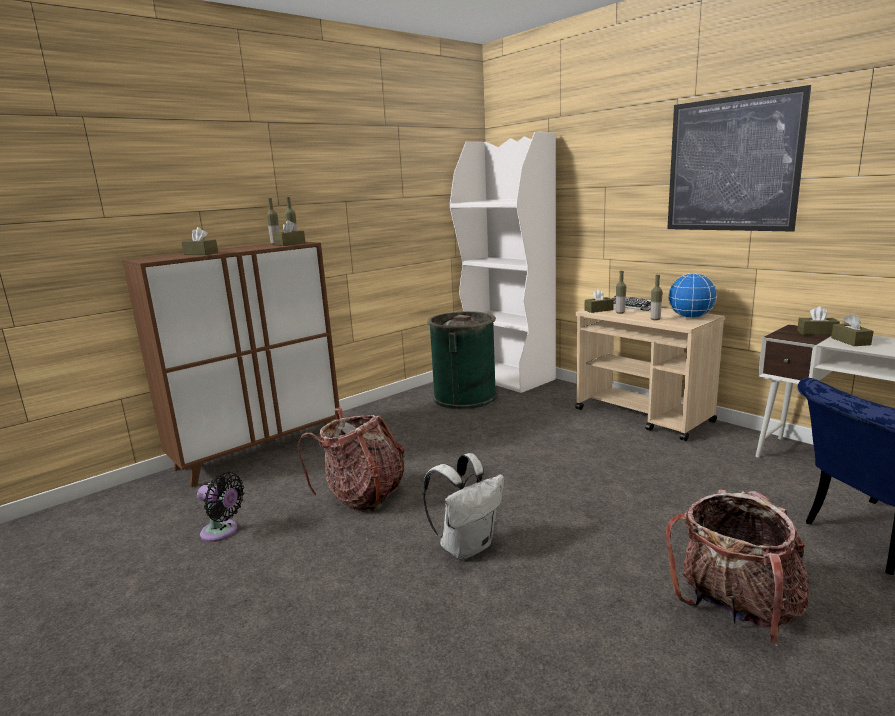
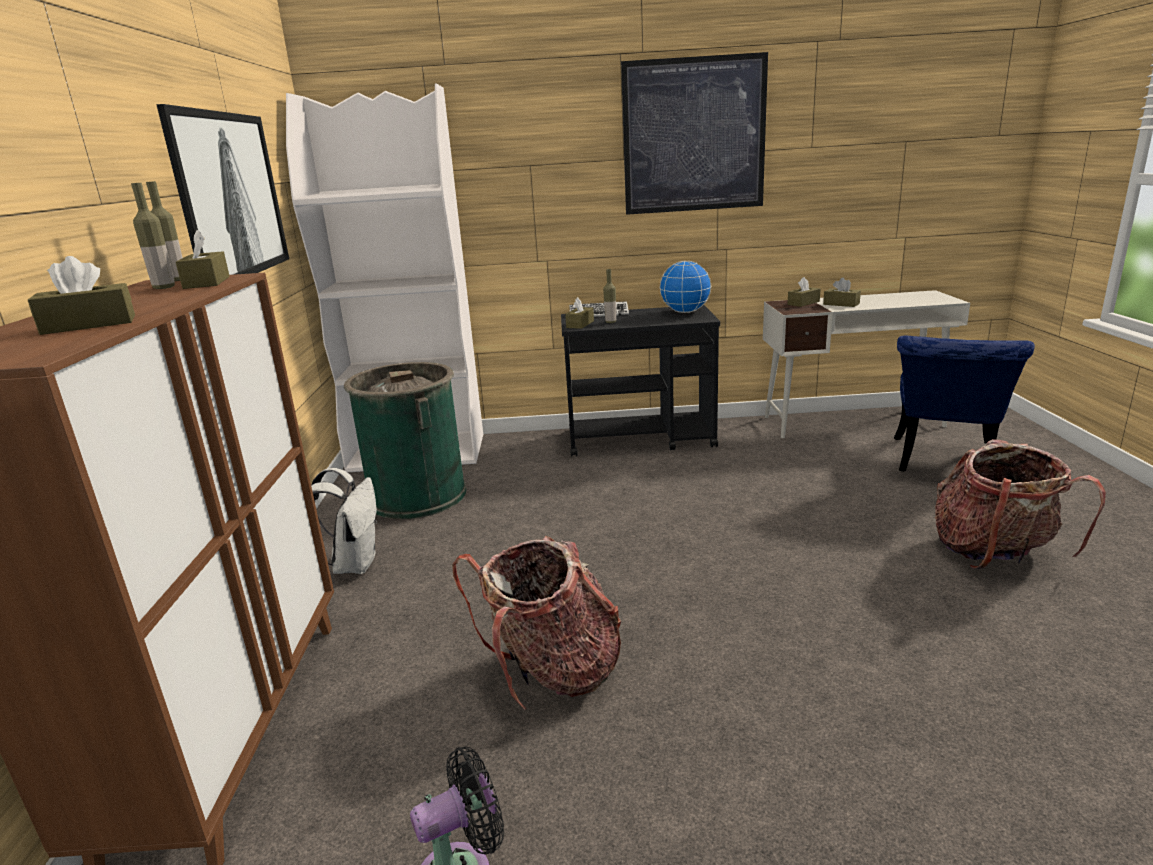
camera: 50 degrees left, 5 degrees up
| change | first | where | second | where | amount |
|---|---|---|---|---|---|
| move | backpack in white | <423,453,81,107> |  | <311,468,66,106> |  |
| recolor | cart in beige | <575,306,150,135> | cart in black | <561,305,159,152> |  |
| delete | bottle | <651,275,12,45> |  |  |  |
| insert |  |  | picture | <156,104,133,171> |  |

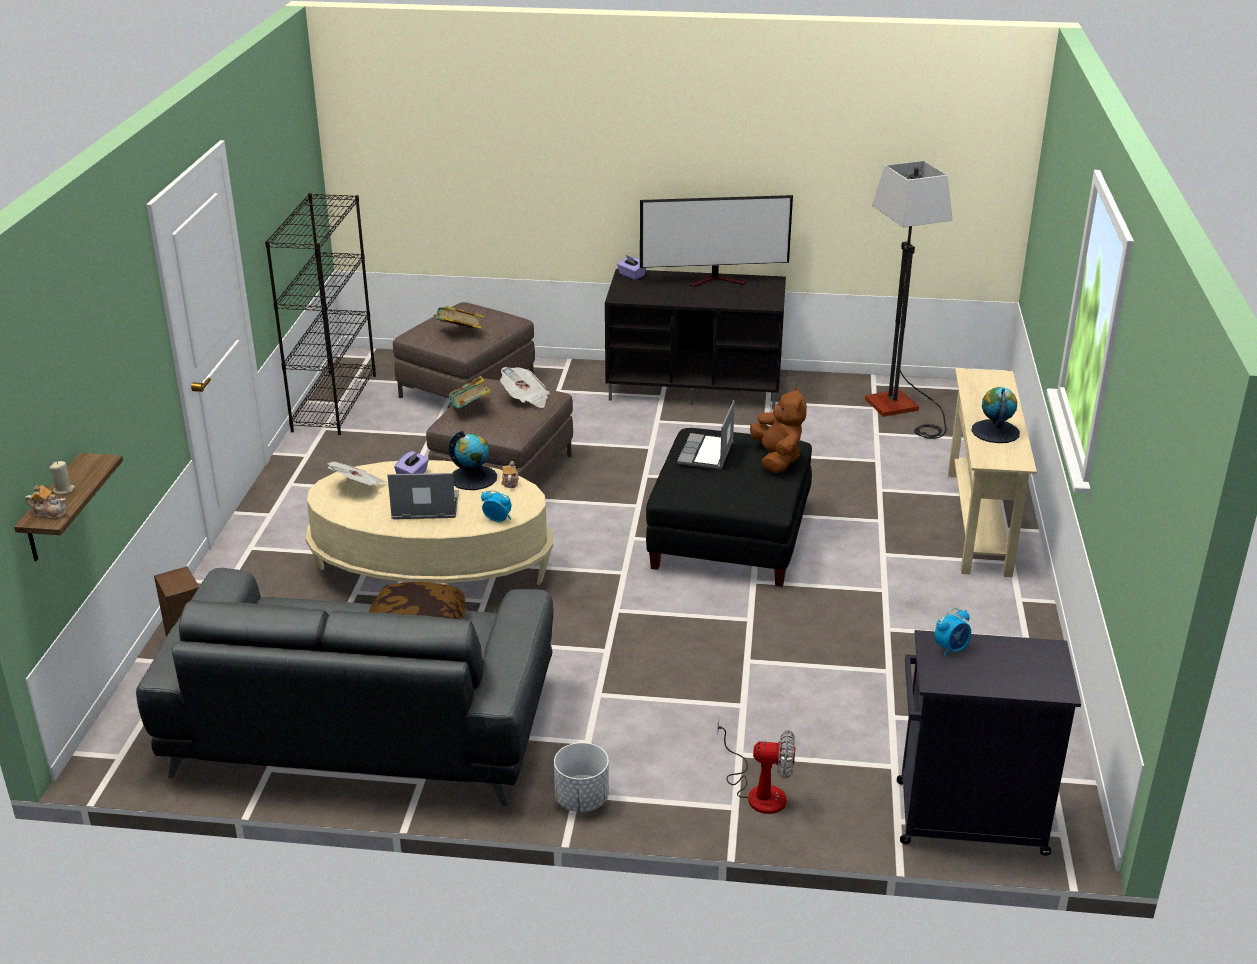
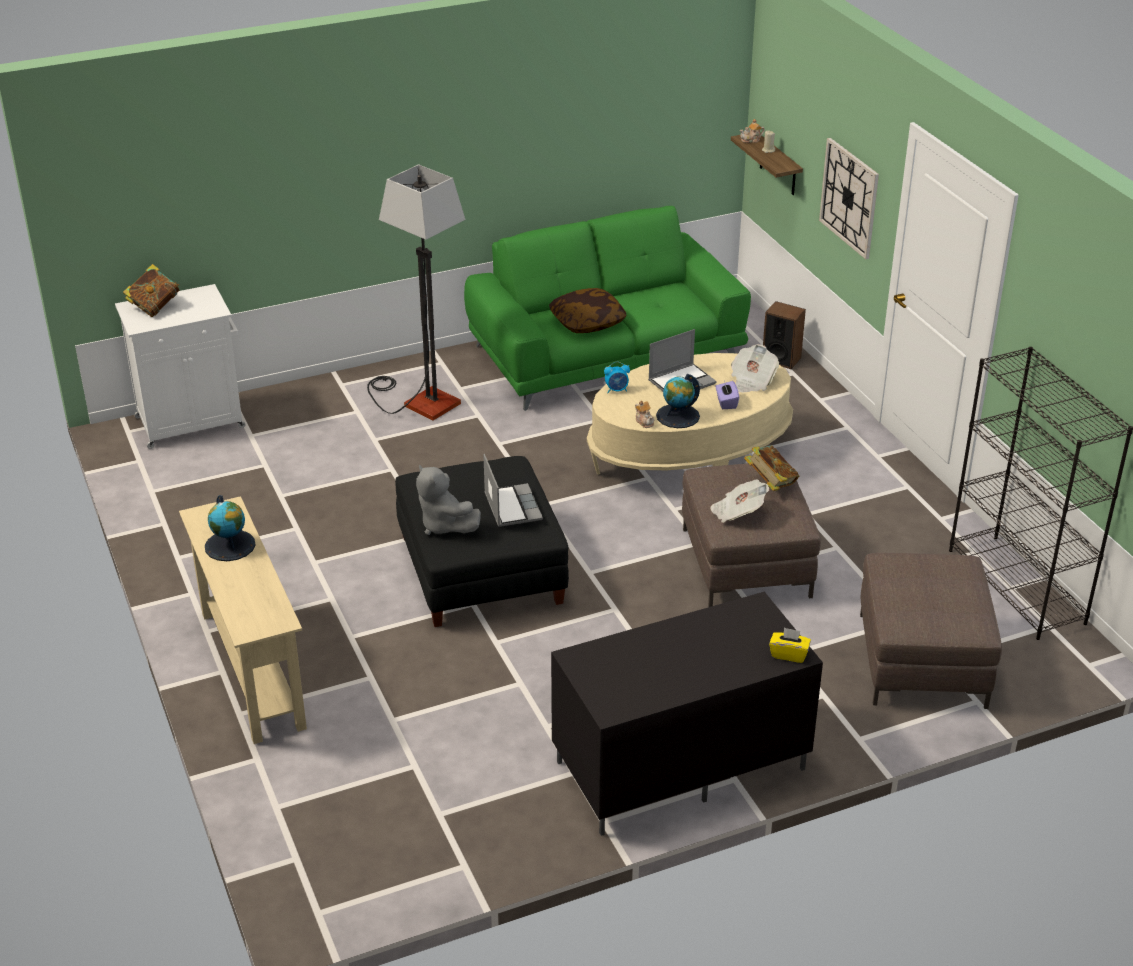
camera: 150 degrees right, 5 degrees up
| change | first | where | second | where | amount |
|---|---|---|---|---|---|
| recolor | sofa in grey | <136,568,417,238> | sofa in green | <464,206,287,205> |  |
| move | book | <433,306,51,23> |  | <123,264,57,53> |  |
| delete | planter in white | <554,743,55,69> |  |  |  |
| recolor | tissue box in purple | <617,255,29,25> | tissue box in yellow | <769,627,42,36> |  |
| delete | television | <640,195,153,92> |  |  |  |
| delete | fan | <717,719,79,95> |  |  |  |
| recolor | plush toy in brown | <750,387,57,86> | plush toy in grey | <416,464,65,71> |  |
| move | floor lamp | <865,161,88,278> |  | <367,164,98,257> |  |
| recolor | cabinet in black | <897,630,184,226> | cabinet in white | <115,284,131,165> |  |
| delete | alarm clock | <934,608,37,49> |  |  |  |
| insert |  |  | wall clock | <819,138,60,121> |  |

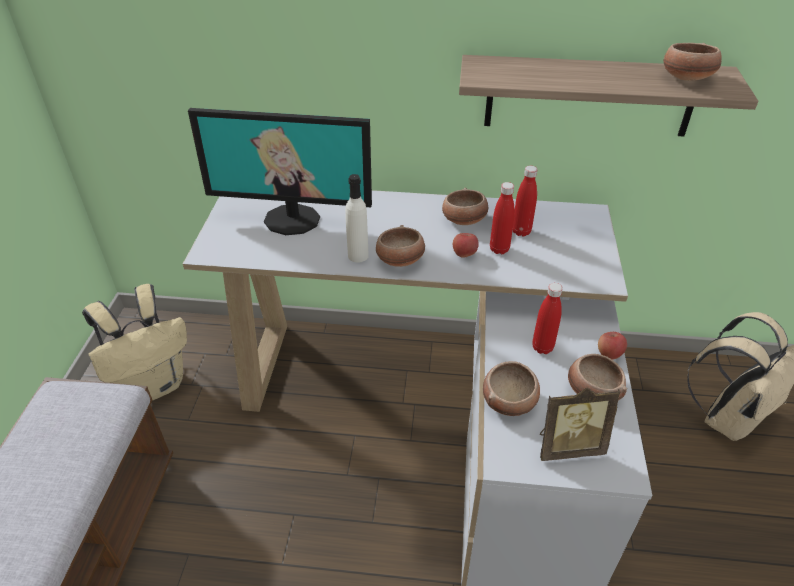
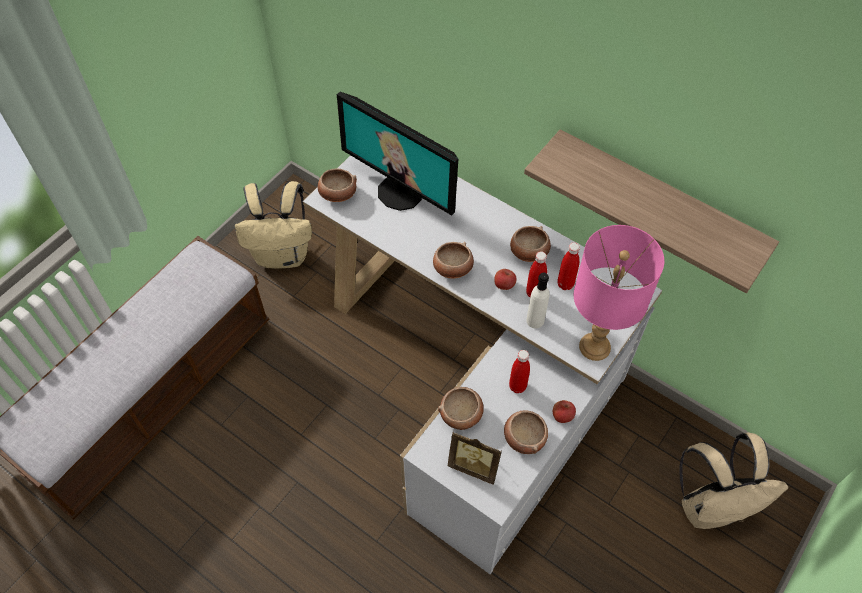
camera: 30 degrees right, 15 degrees up
| change | first | where | second | where | amount |
|---|---|---|---|---|---|
| move | bottle in white | <345,174,24,89> |  | <526,272,24,56> |  |
| move | bowl | <663,43,59,38> |  | <318,169,39,33> |  |
| insert |  |  | table lamp in pink | <574,225,90,136> |  |

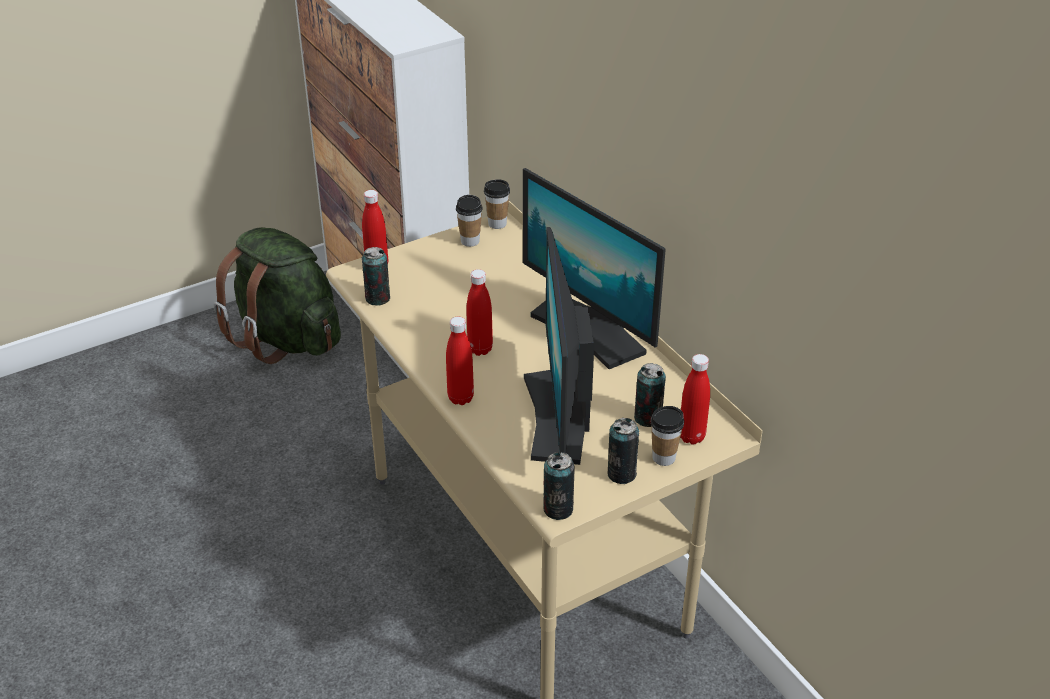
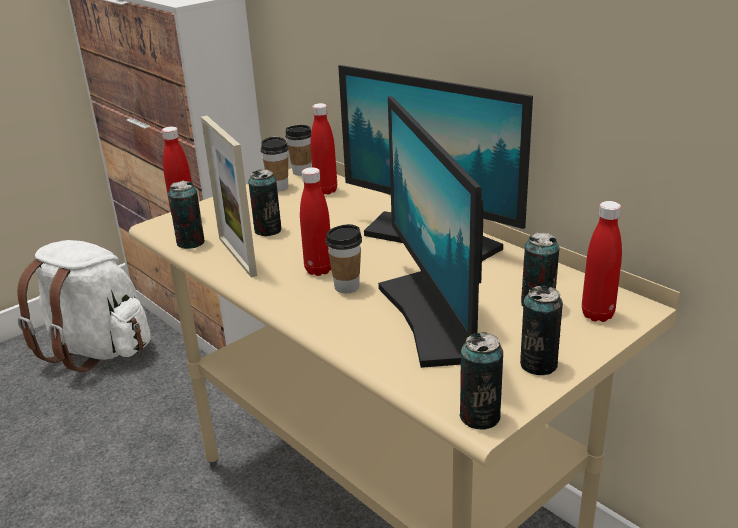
camera: 10 degrees left, 10 degrees down
| change | first | where | second | where | amount |
|---|---|---|---|---|---|
| recolor | backpack in green | <214,227,127,137> | backpack in white | <17,240,134,133> |  |
| move | bottle in red | <446,317,28,88> |  | <311,103,26,92> |  |
| move | cup | <651,406,33,60> |  | <326,224,36,69> |  |
| insert |  |  | picture frame | <201,116,56,162> |  |
| insert |  |  | can | <248,169,33,67> |  |

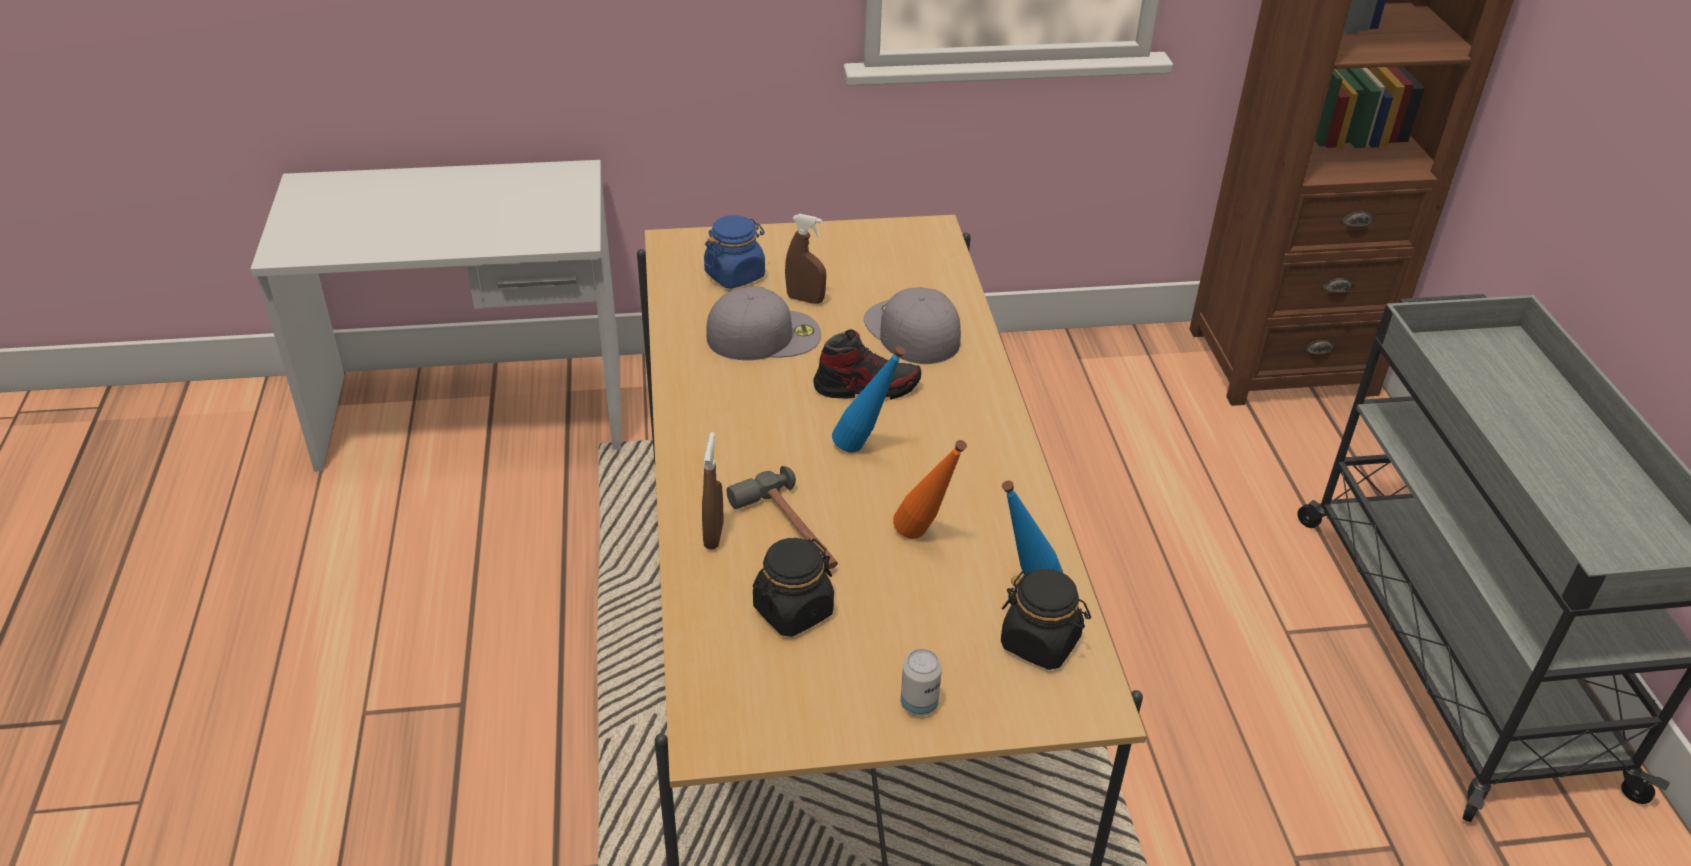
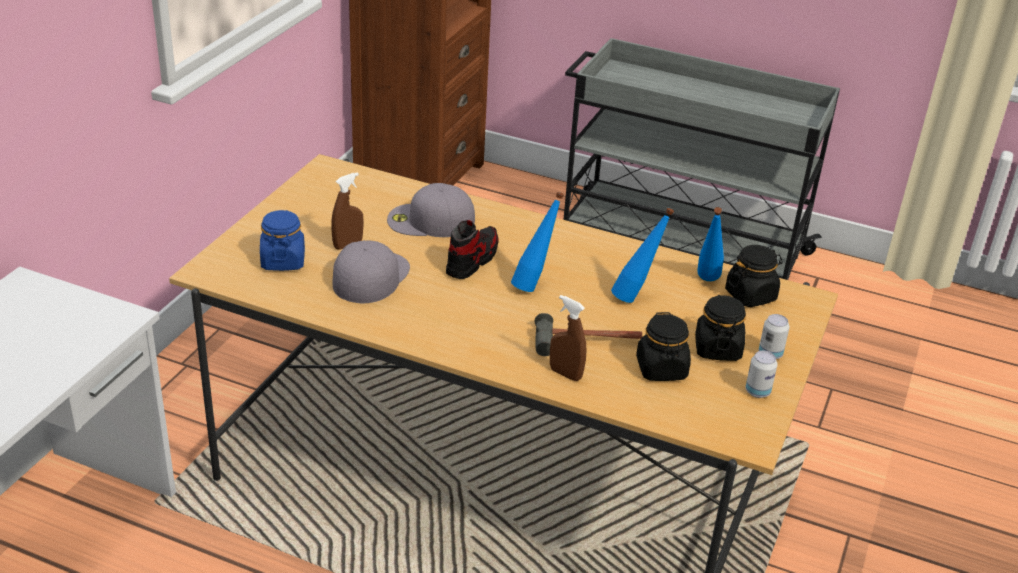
camera: 60 degrees left, 5 degrees down
| change | first | where | second | where | amount |
|---|---|---|---|---|---|
| recolor | bottle in orange | <893,440,74,99> | bottle in blue | <611,208,63,95> |  |
| insert |  |  | jar in black | <695,295,51,66> |  |
| insert |  |  | can | <745,351,33,47> |  |

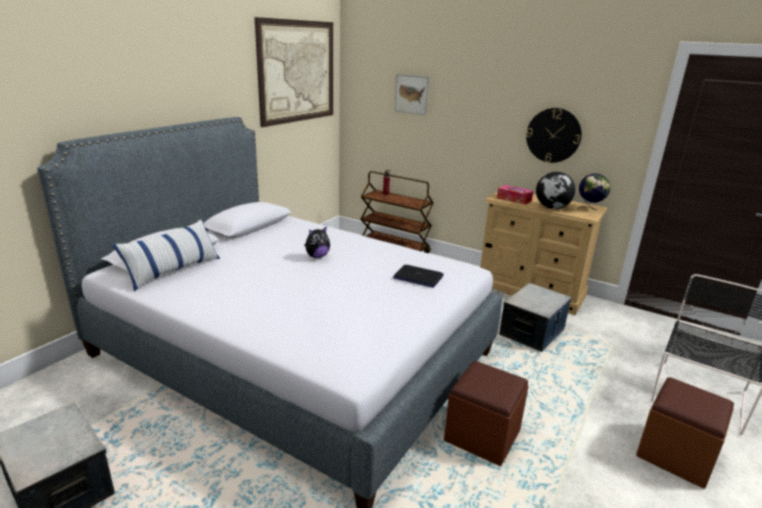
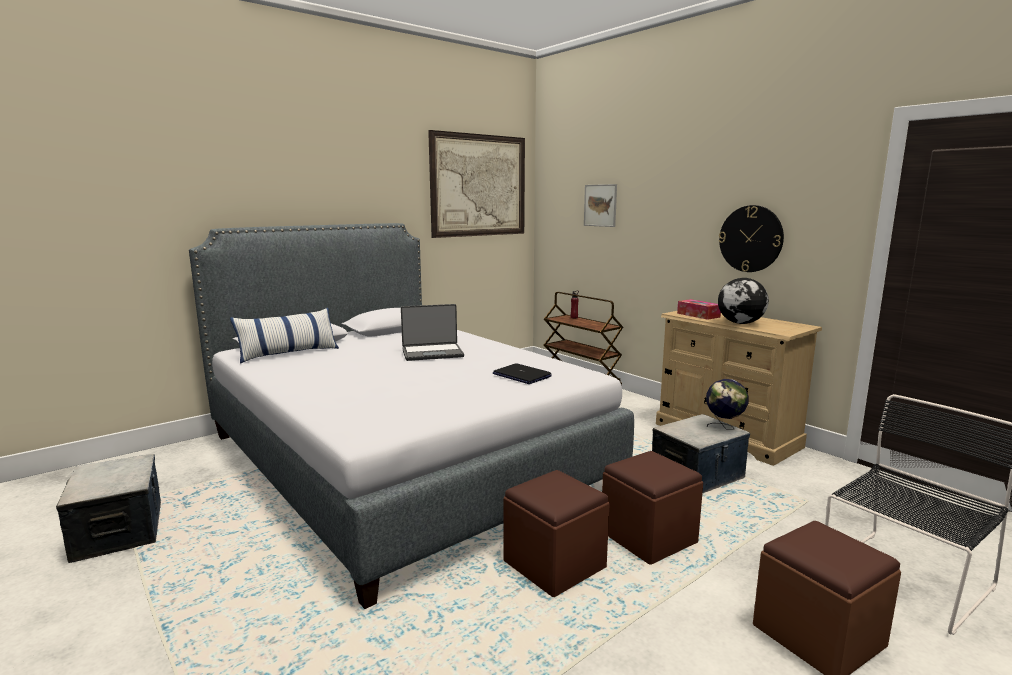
camera: 20 degrees right, 10 degrees down
| change | first | where | second | where | amount |
|---|---|---|---|---|---|
| replace | plush toy | <304,226,26,32> | laptop | <401,304,63,57> |  |
| move | globe | <577,174,33,36> |  | <706,379,43,51> |  |
| insert |  |  | ottoman in brown | <602,451,101,114> |  |

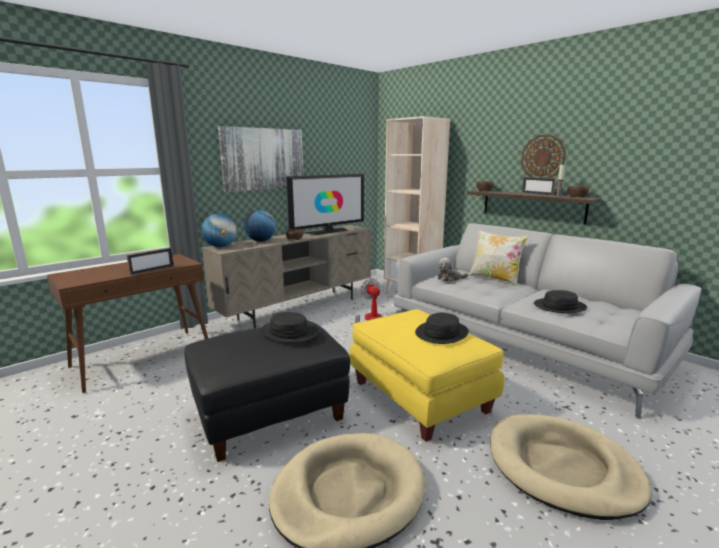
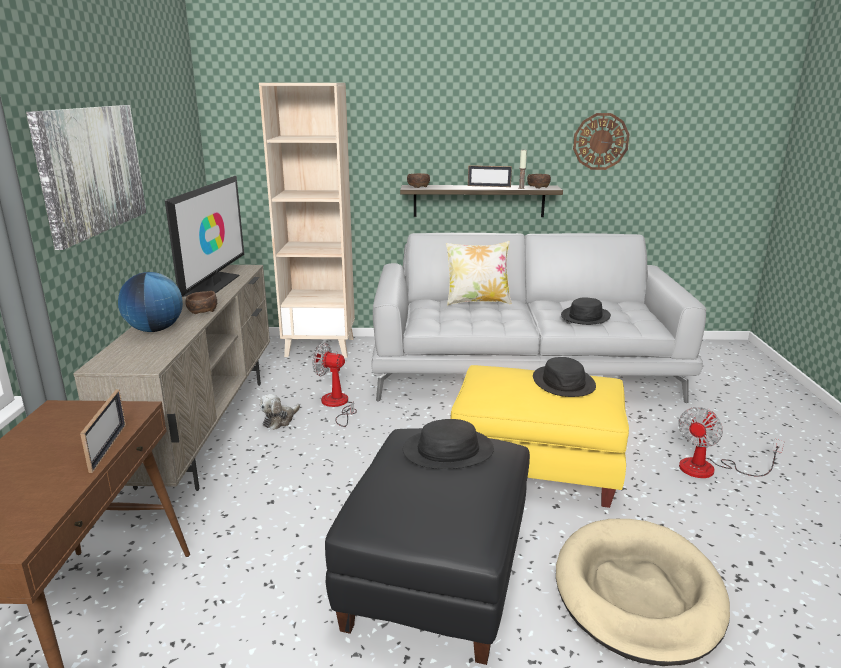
camera: 45 degrees left, 5 degrees up
| change | first | where | second | where | amount |
|---|---|---|---|---|---|
| delete | globe | <201,214,36,33> |  |  |  |
| move | plush toy | <437,258,31,24> |  | <260,394,40,36> |  |
| replace | dog bed in beige | <490,414,162,106> | fan | <678,407,106,71> |  |
| move | wall clock | <521,135,45,43> |  | <573,113,57,57> |  |

